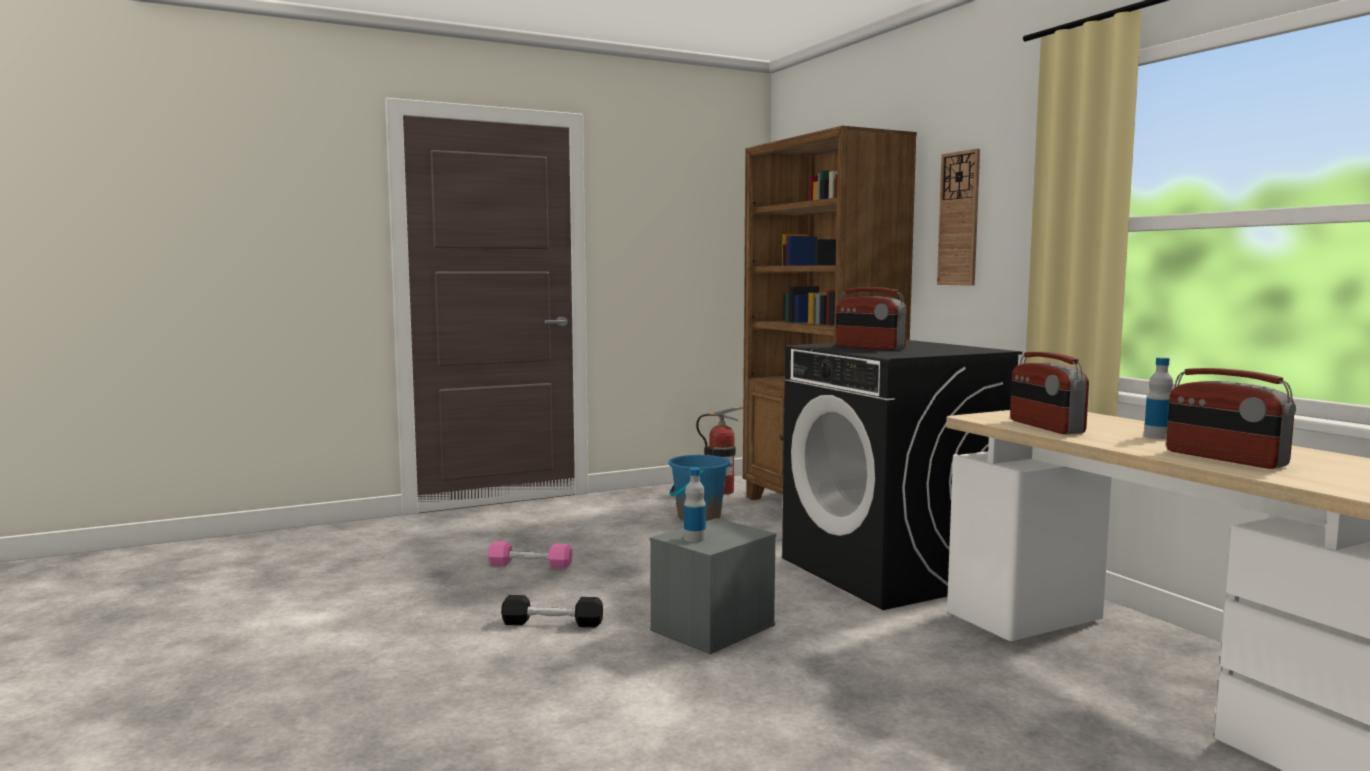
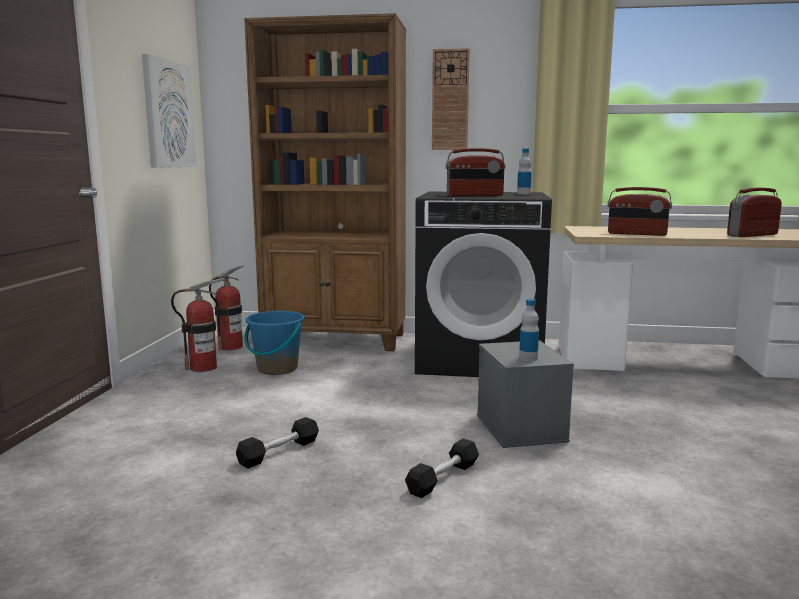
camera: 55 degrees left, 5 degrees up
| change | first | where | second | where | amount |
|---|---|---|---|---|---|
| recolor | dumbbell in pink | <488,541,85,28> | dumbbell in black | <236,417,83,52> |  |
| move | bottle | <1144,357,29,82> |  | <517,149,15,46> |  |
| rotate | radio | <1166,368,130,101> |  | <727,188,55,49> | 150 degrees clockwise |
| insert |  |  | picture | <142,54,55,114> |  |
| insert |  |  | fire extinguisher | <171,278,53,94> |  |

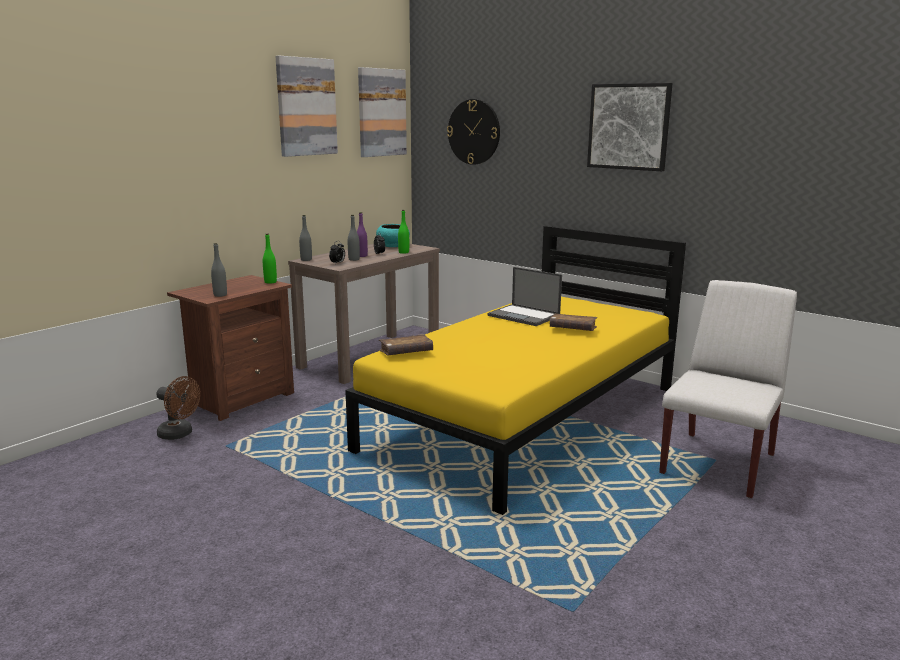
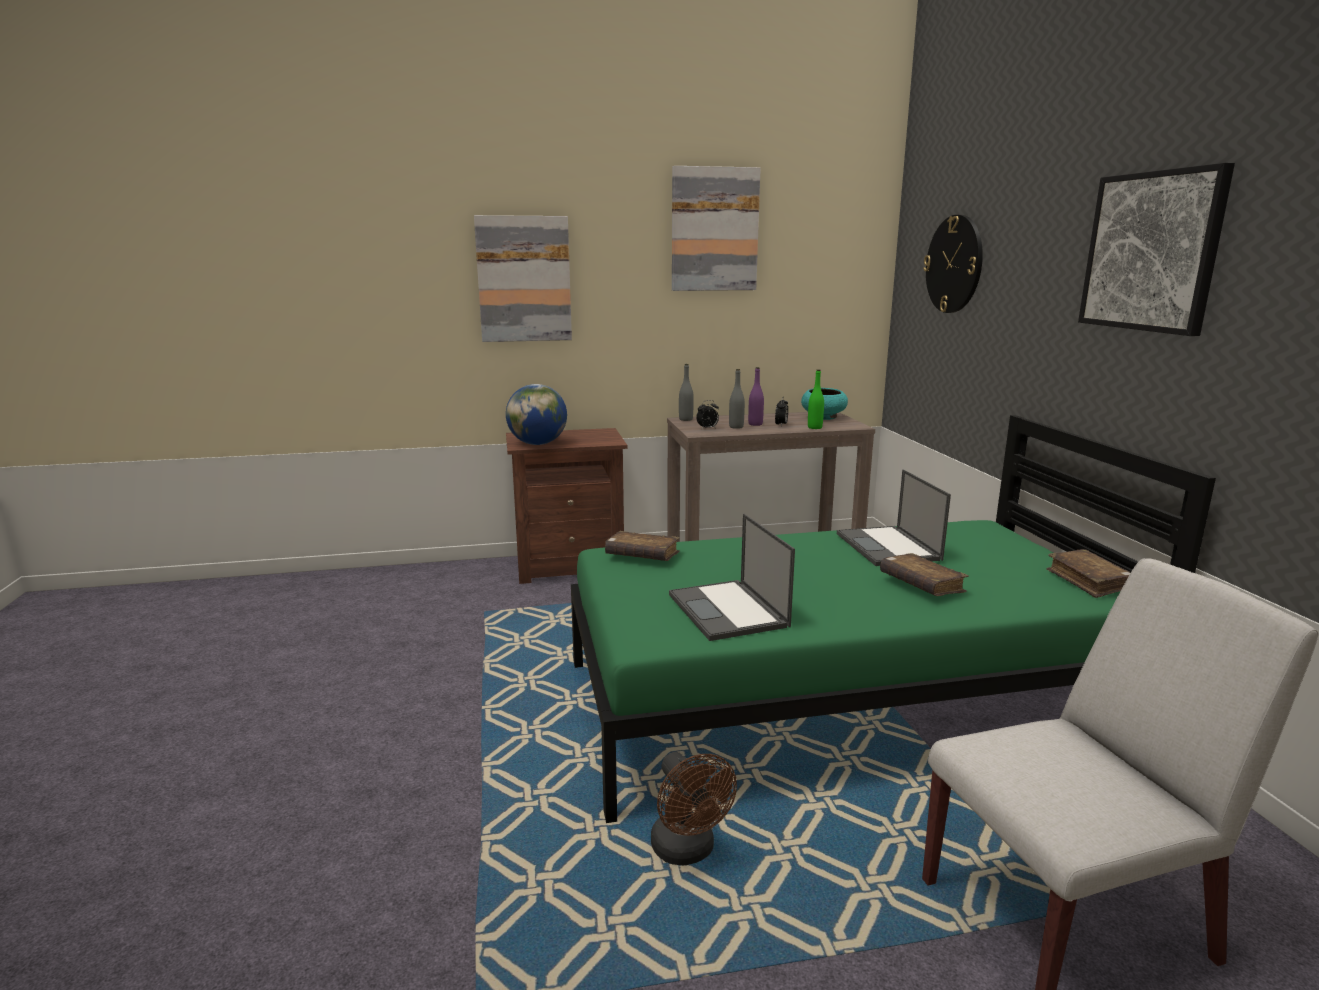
camera: 40 degrees right, 0 degrees up
| change | first | where | second | where | amount |
|---|---|---|---|---|---|
| move | fan in brown | <156,376,44,64> |  | <651,752,86,113> |  |
| replace | bottle in grey | <211,243,16,54> | globe | <506,384,61,61> |  |
| delete | bottle in green | <263,233,14,51> |  |  |  |
| recolor | bed in yellow | <345,226,341,289> | bed in green | <571,415,645,408> |  |
| move | picture | <358,67,49,90> |  | <474,215,98,127> |  |
| insert |  |  | laptop | <669,514,126,127> |  |
| insert |  |  | book in brown | <1046,549,85,49> |  |

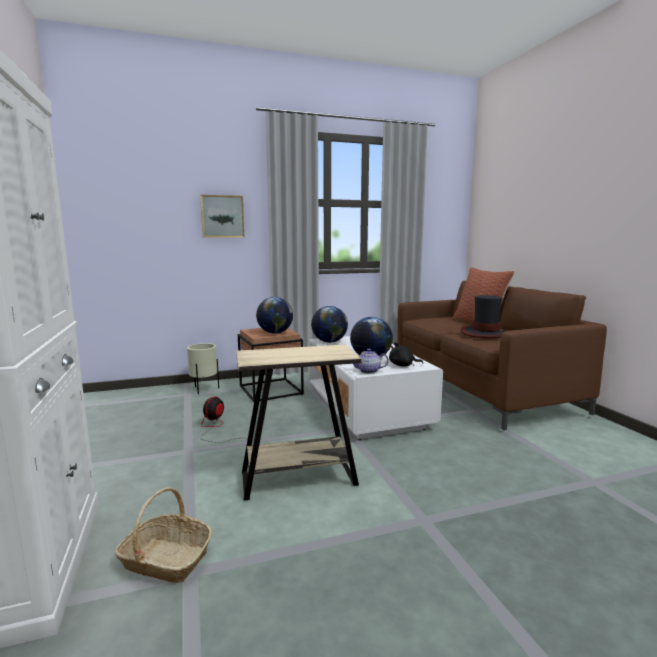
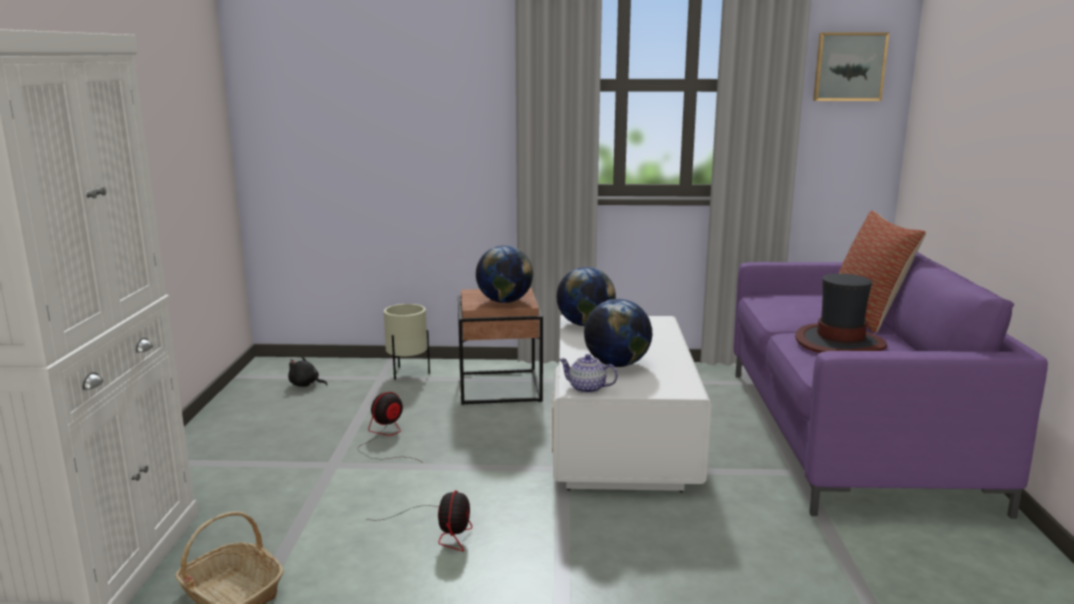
camera: 20 degrees right, 5 degrees up
| change | first | where | second | where | amount |
|---|---|---|---|---|---|
| move | picture | <200,195,44,43> |  | <813,32,76,69> |  |
| replace | side table in beige | <236,345,126,156> | fan | <365,490,107,61> |  |
| move | plush toy in black | <389,342,34,25> |  | <288,356,39,31> |  |
| recolor | sofa in brown | <397,281,210,149> | sofa in purple | <733,252,315,267> |  |

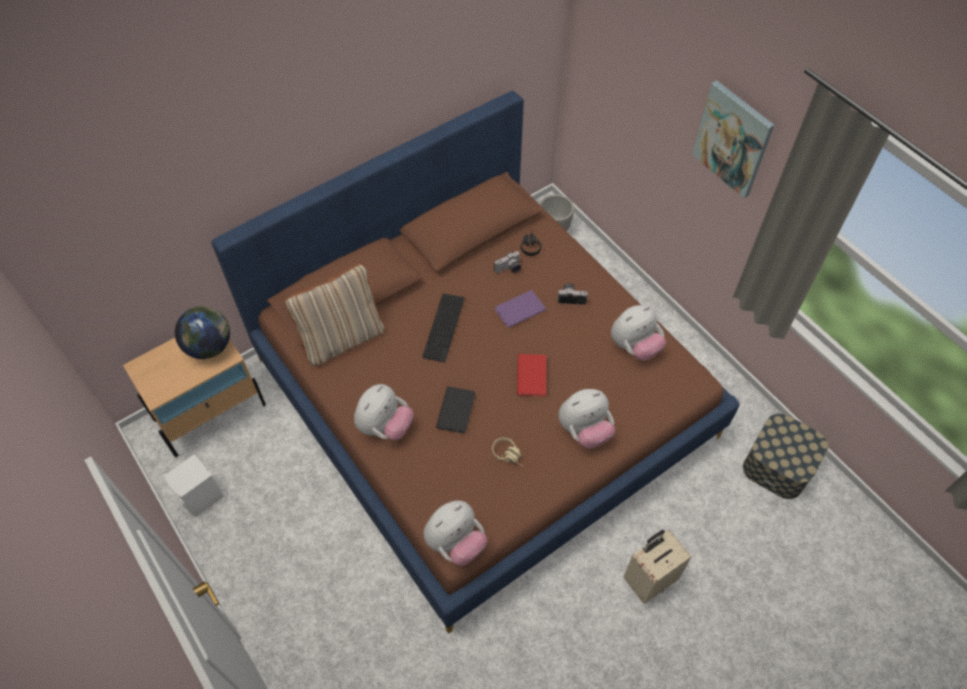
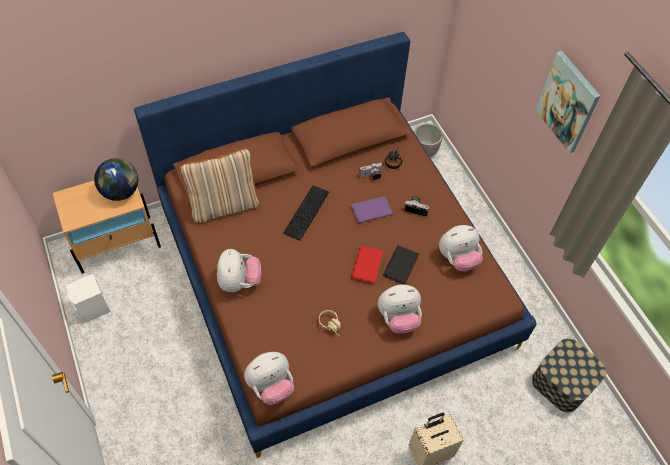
camera: 10 degrees right, 0 degrees up
| change | first | where | second | where | amount |
|---|---|---|---|---|---|
| rotate | plush toy | <354,384,59,56> |  | <217,249,44,43> | 45 degrees counterclockwise |
| move | book in black | <436,386,39,48> |  | <383,246,36,39> |  |

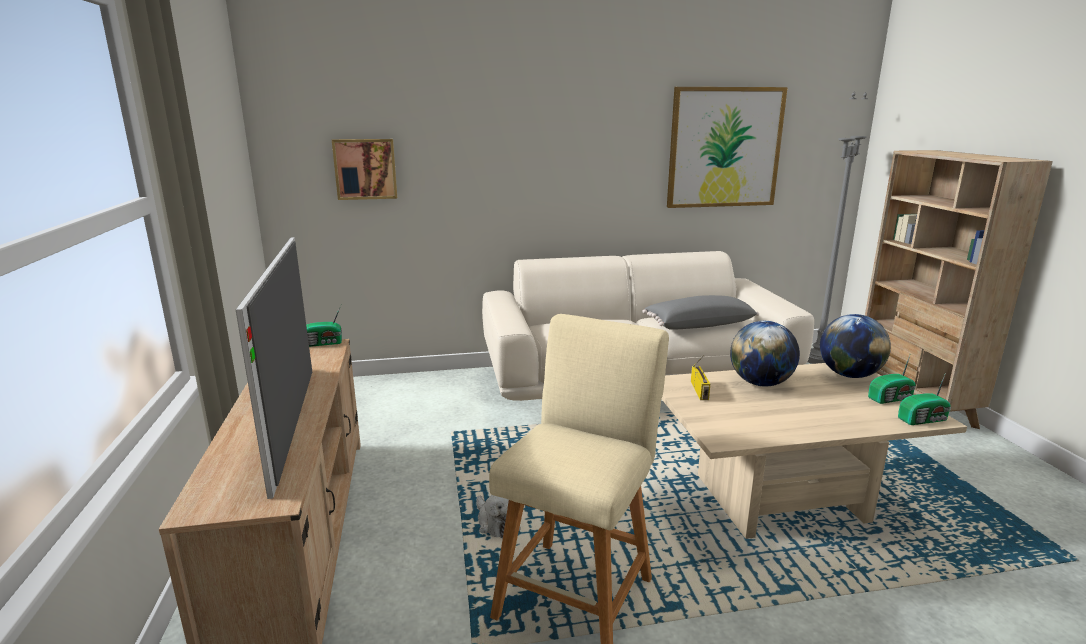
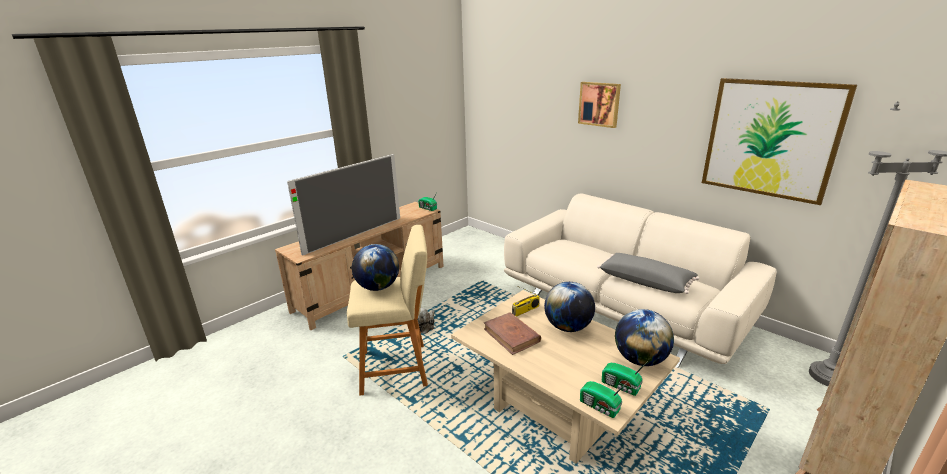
camera: 55 degrees right, 5 degrees up
| change | first | where | second | where | amount |
|---|---|---|---|---|---|
| move | picture | <332,139,65,61> |  | <578,82,43,46> |  |
| insert |  |  | globe | <352,244,47,47> |  |
| insert |  |  | book in brown | <484,312,57,43> |  |

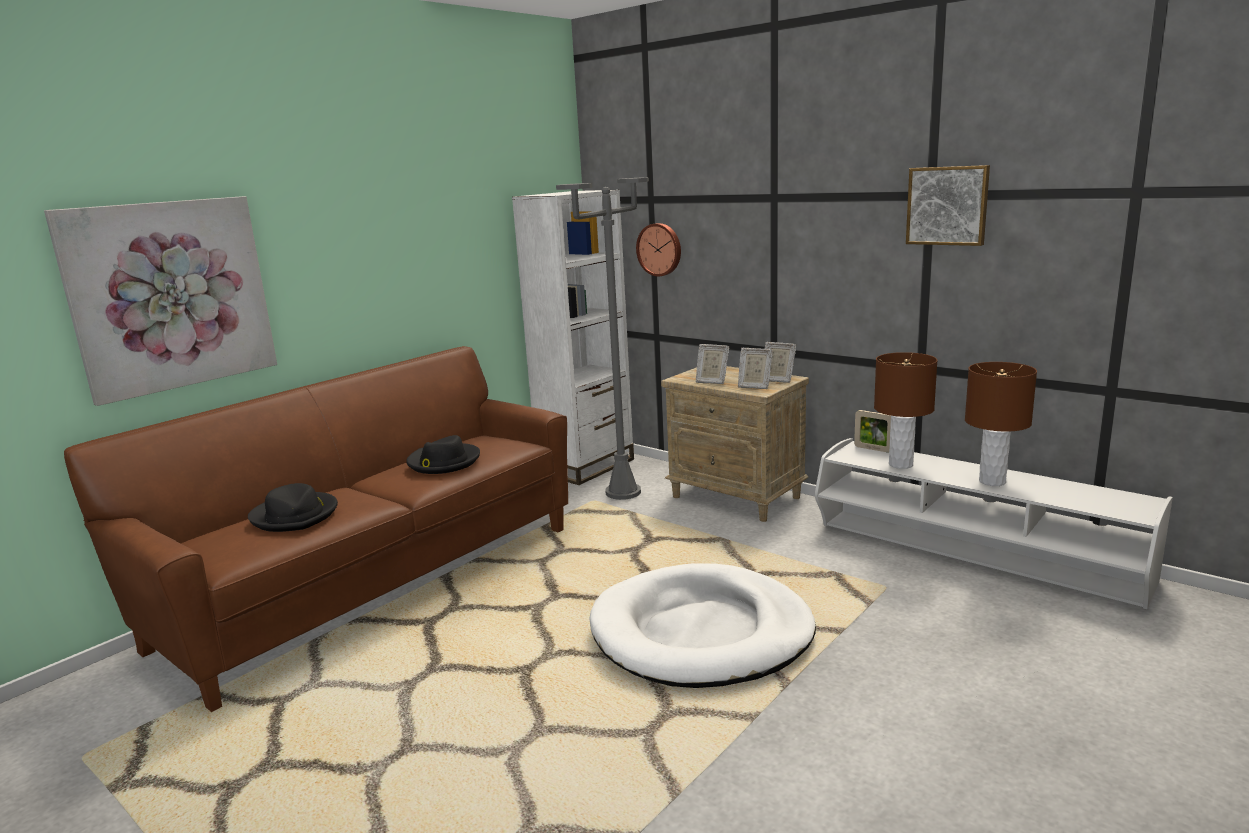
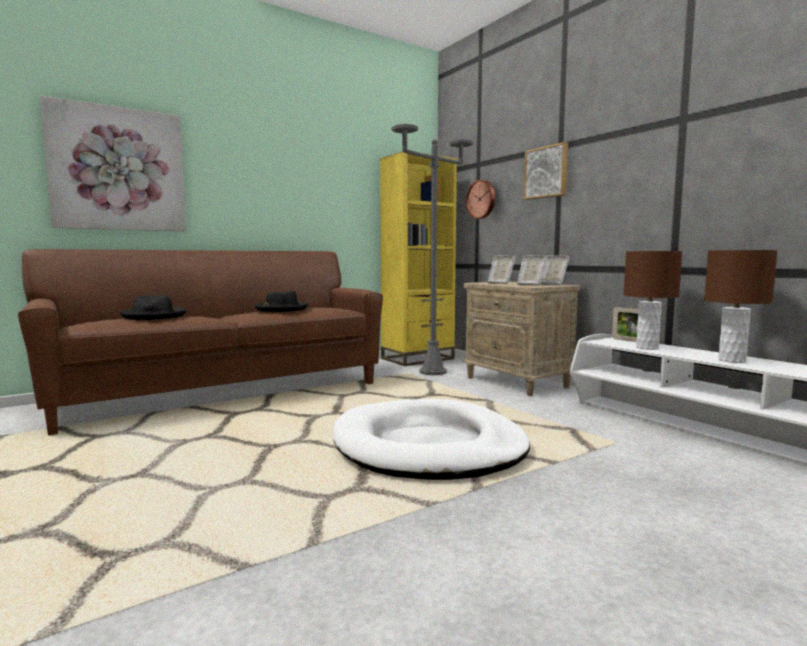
camera: 15 degrees right, 10 degrees down
| change | first | where | second | where | amount |
|---|---|---|---|---|---|
| recolor | bookcase in white | <512,190,122,295> | bookcase in yellow | <380,151,77,215> |  |
| move | picture | <906,165,84,81> |  | <524,142,44,58> |  |

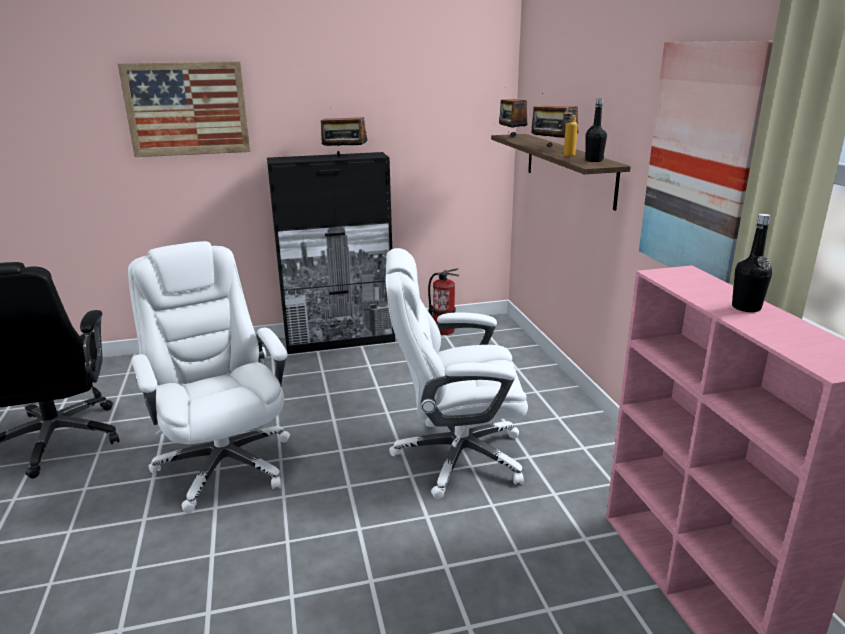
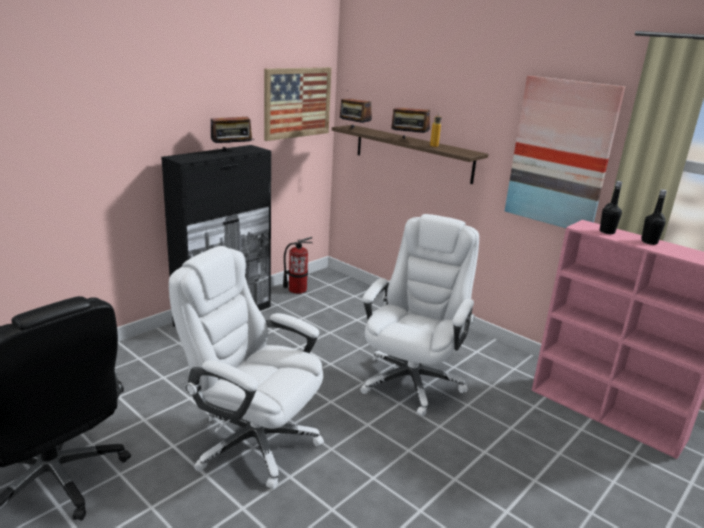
camera: 35 degrees left, 0 degrees up
| change | first | where | second | where | amount |
|---|---|---|---|---|---|
| move | picture | <118,61,133,96> |  | <264,67,67,74> |  |
| rotate | office chair in white | <386,248,142,251> |  | <360,214,119,203> | 150 degrees clockwise |
| move | bottle in black | <585,98,22,64> |  | <600,181,22,53> |  |

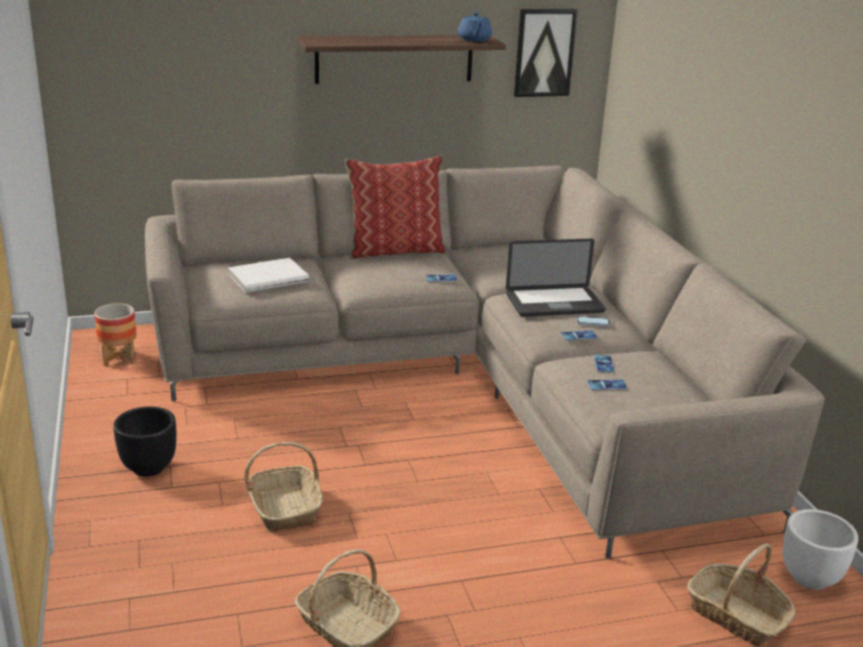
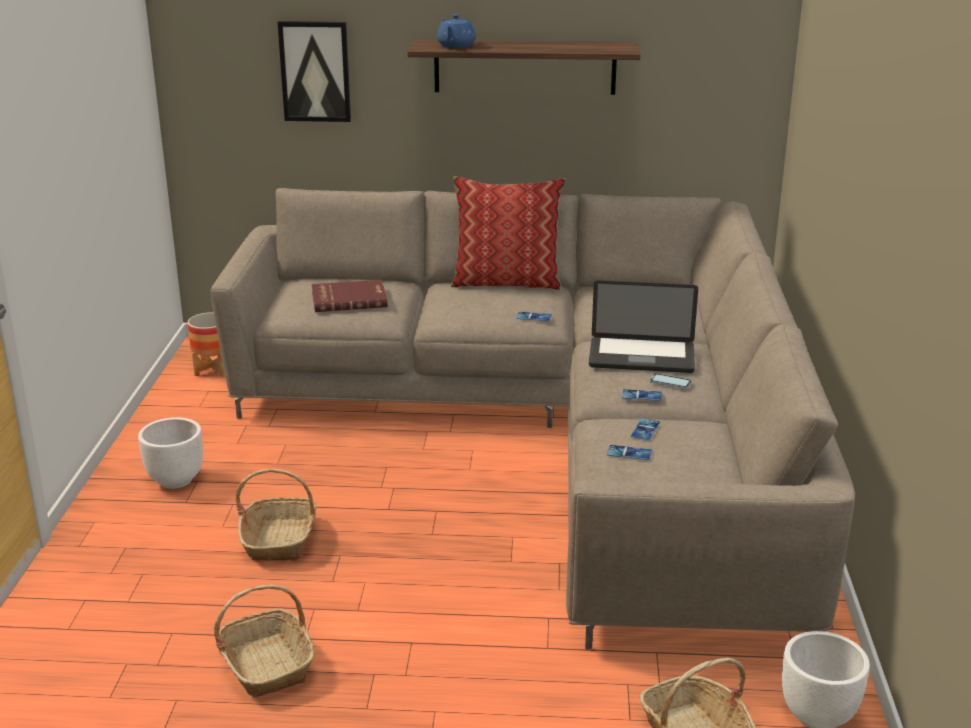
camera: 20 degrees right, 0 degrees up
| change | first | where | second | where | amount |
|---|---|---|---|---|---|
| recolor | planter in black | <113,406,63,71> | planter in white | <138,417,65,72> |  |
| recolor | book in white | <228,258,81,35> | book in red | <312,280,76,32> |  |
| move | teapot in blue | <458,12,34,30> |  | <437,14,39,34> |  |
| move | picture | <514,9,64,88> |  | <278,21,73,101> |  |

